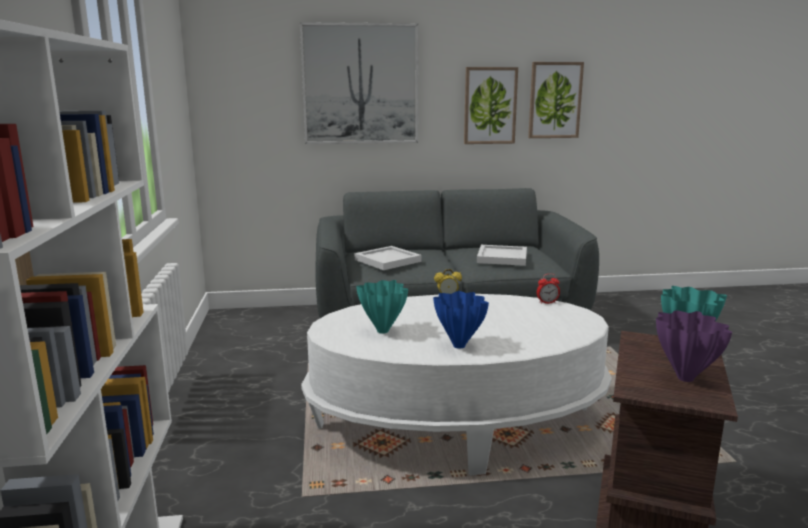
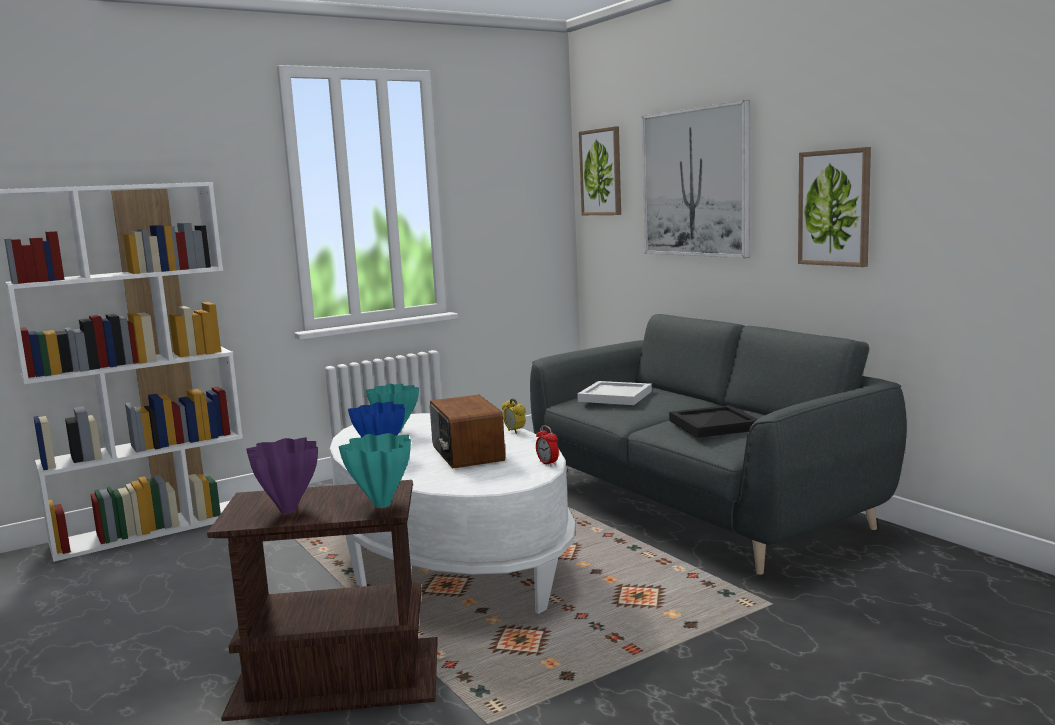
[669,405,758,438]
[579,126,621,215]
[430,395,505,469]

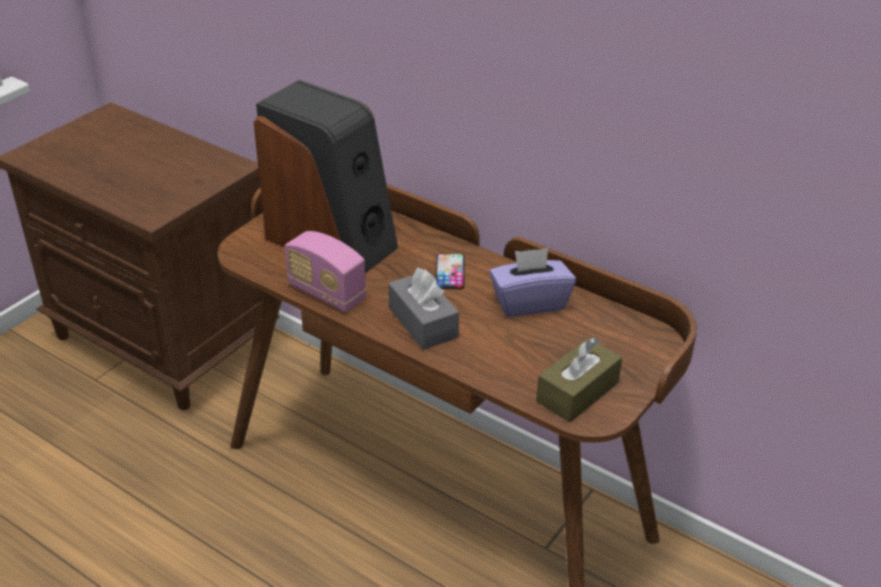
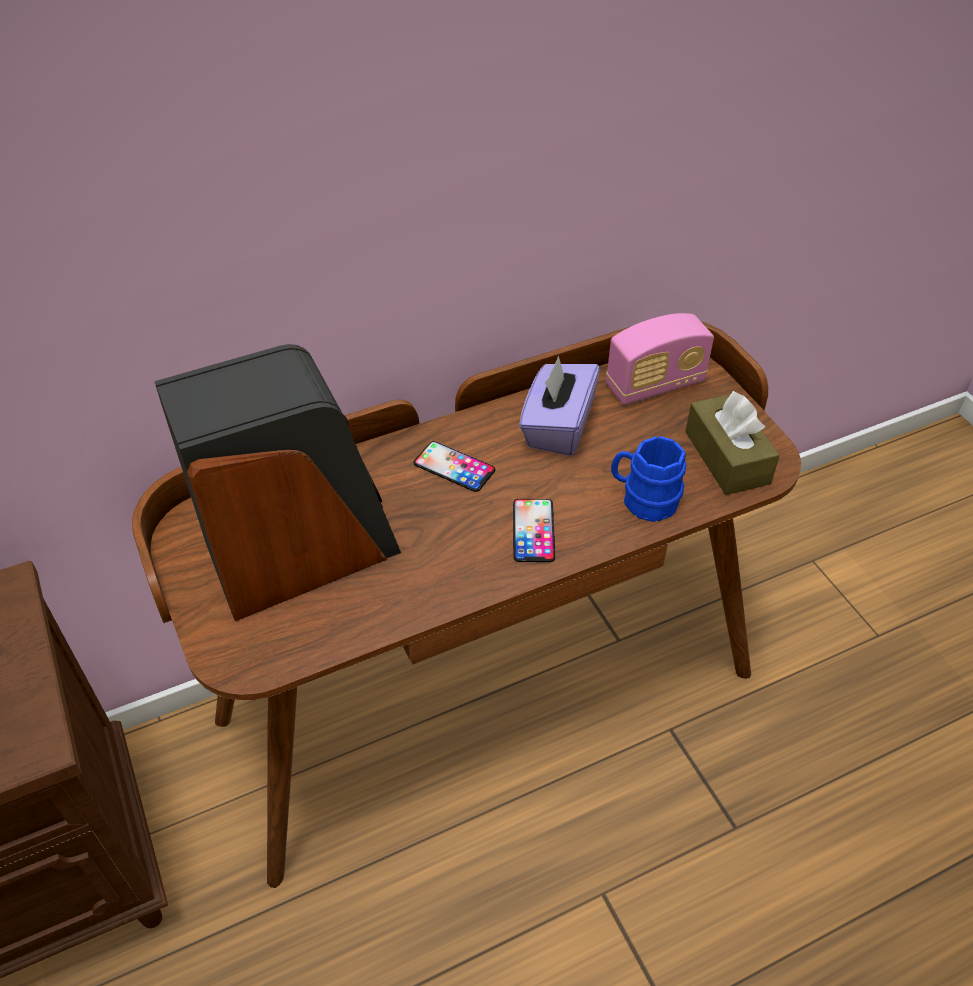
[606,313,714,405]
[513,499,555,562]
[611,436,686,522]

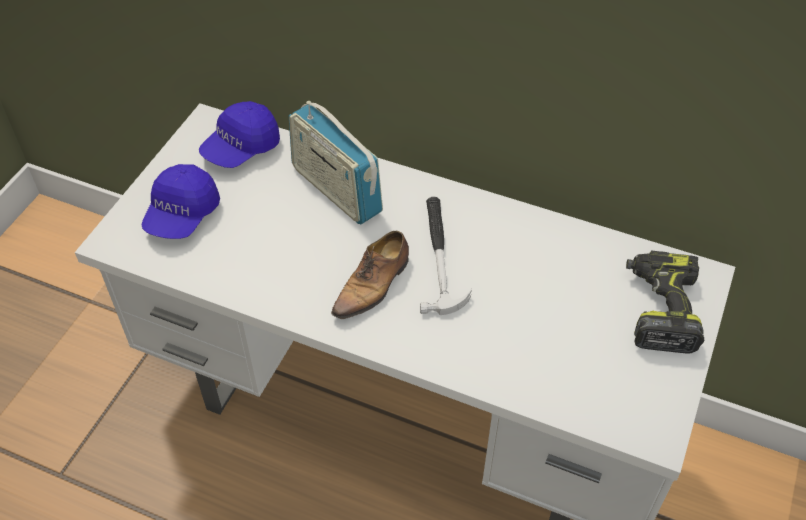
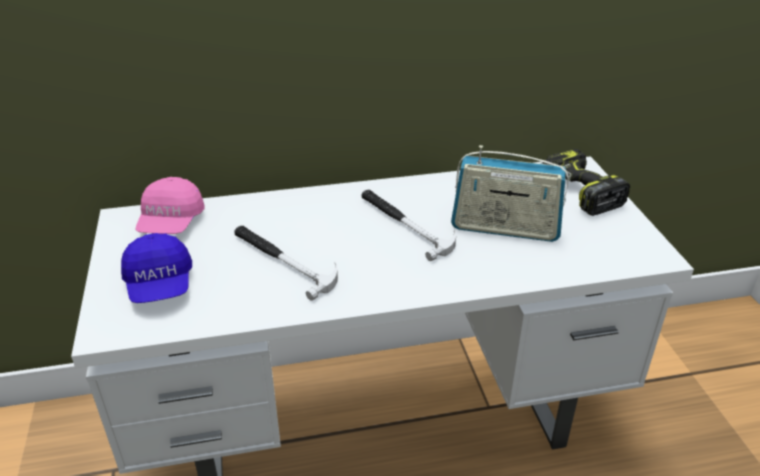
[135,177,205,234]
[451,145,569,242]
[331,231,409,319] (first image)
[234,226,338,301]

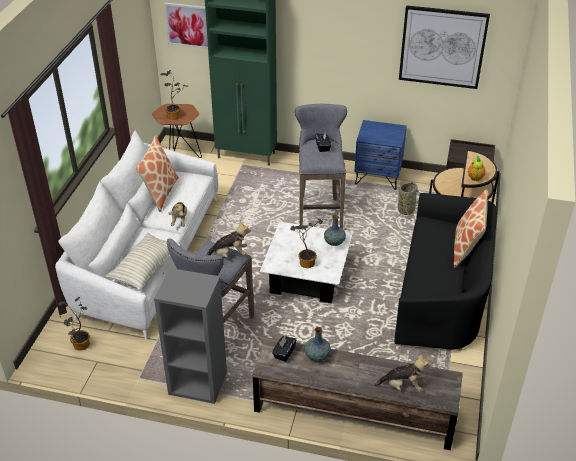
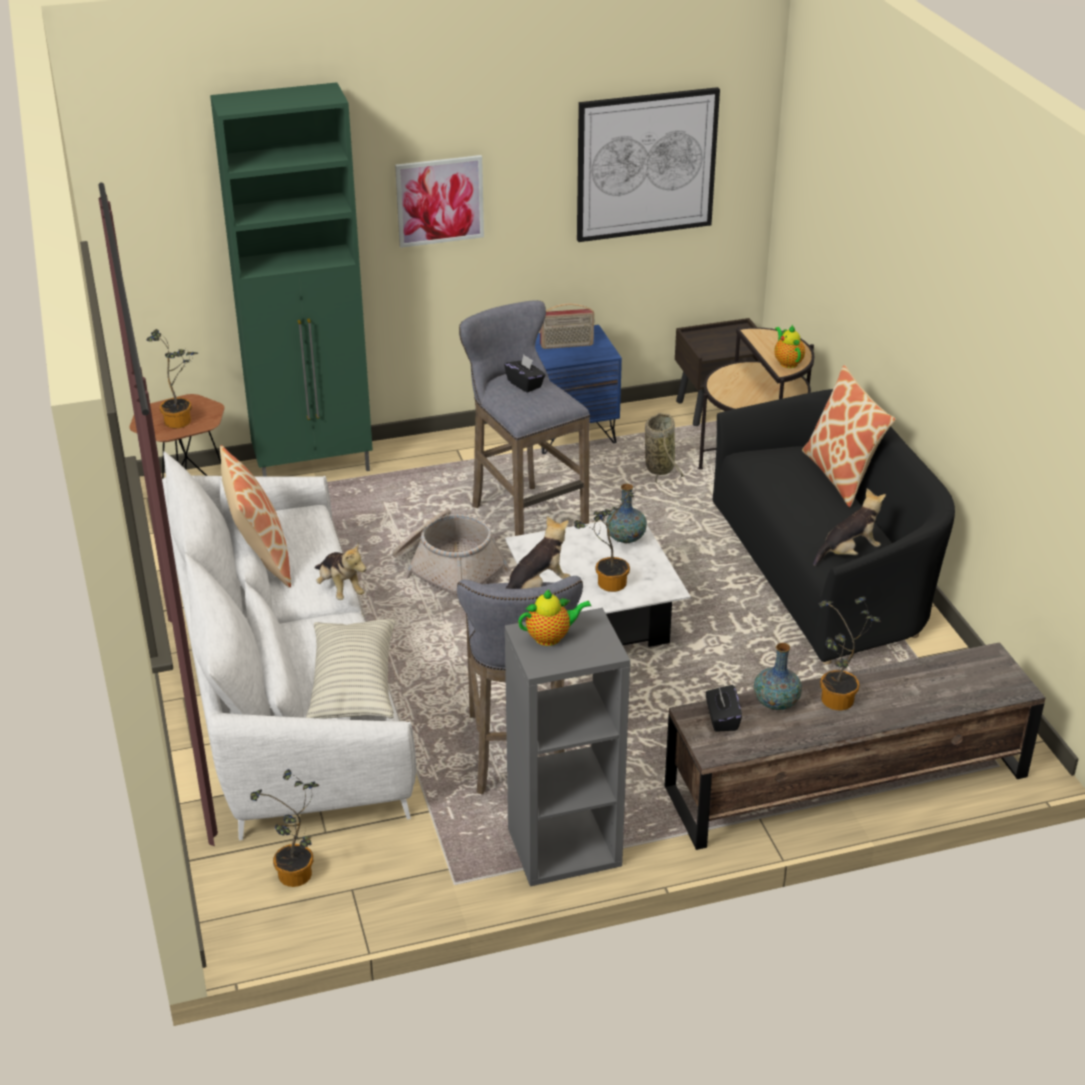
[395,155,484,248]
[813,488,886,566]
[392,509,510,605]
[518,589,591,646]
[540,303,594,349]
[819,597,881,710]

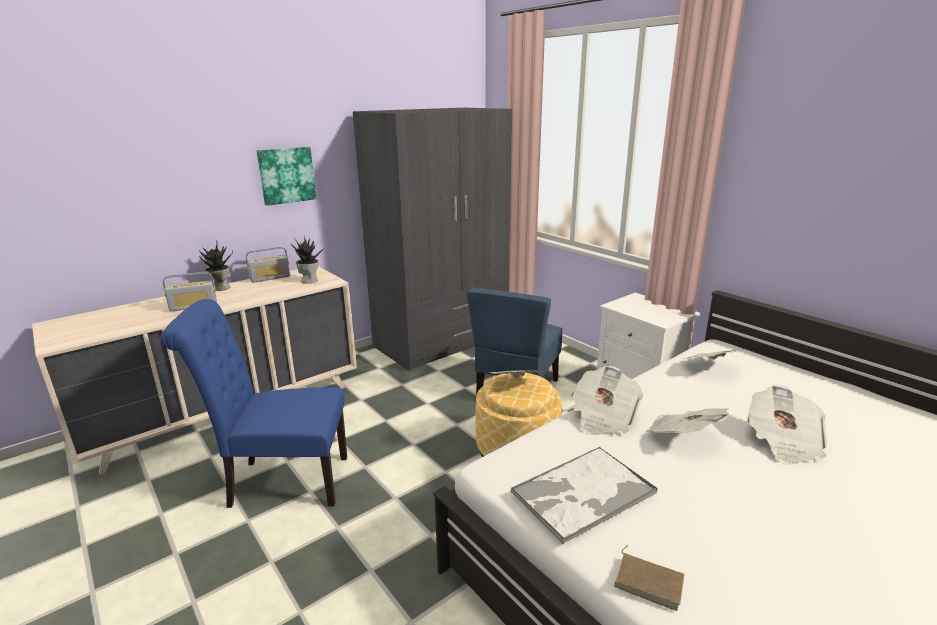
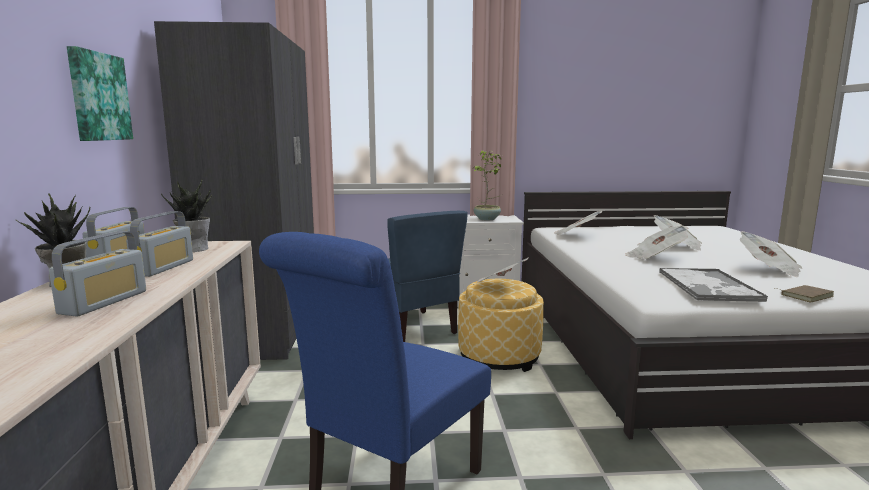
[740,231,802,278]
[126,211,193,277]
[472,151,502,220]

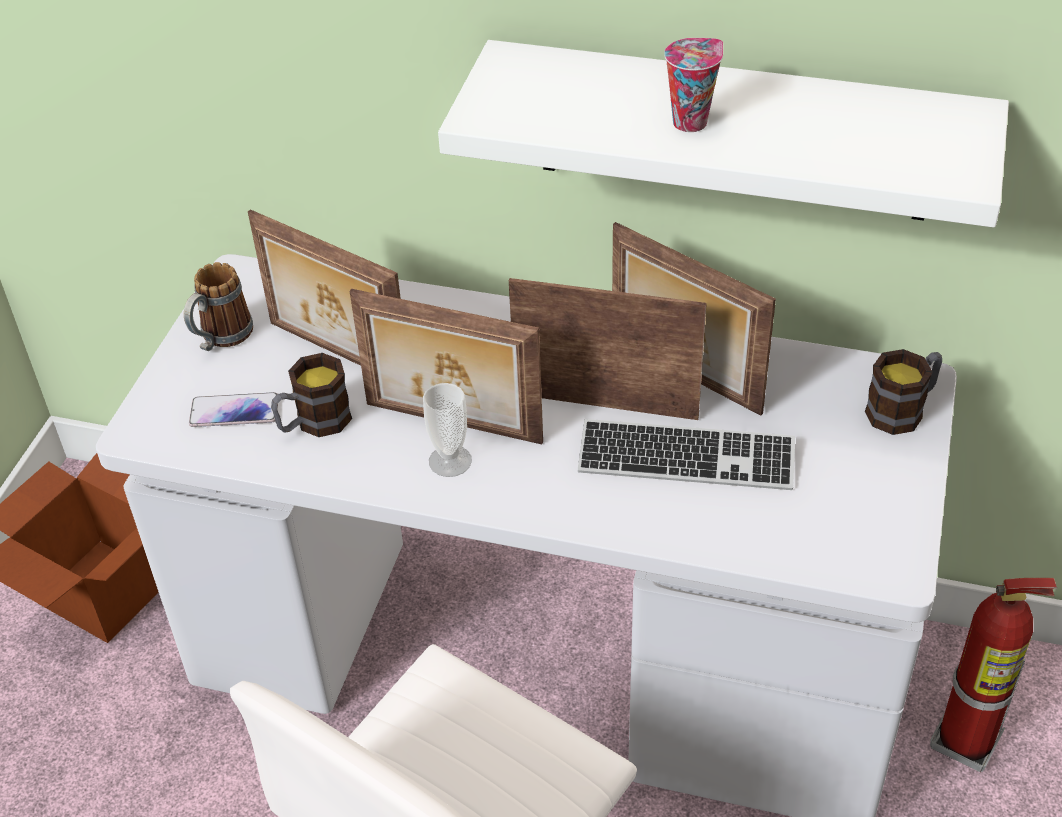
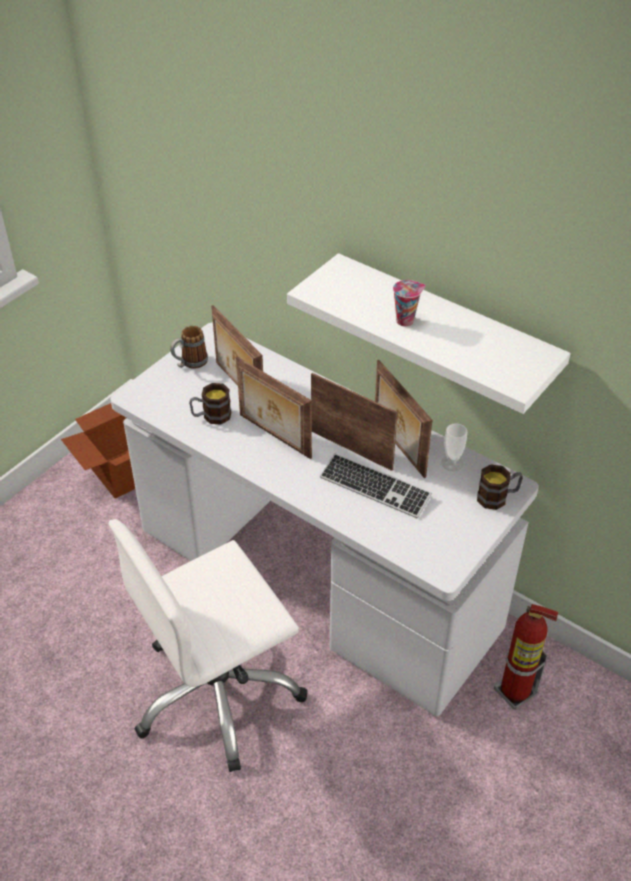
[189,392,278,427] (first image)
[441,423,467,471]

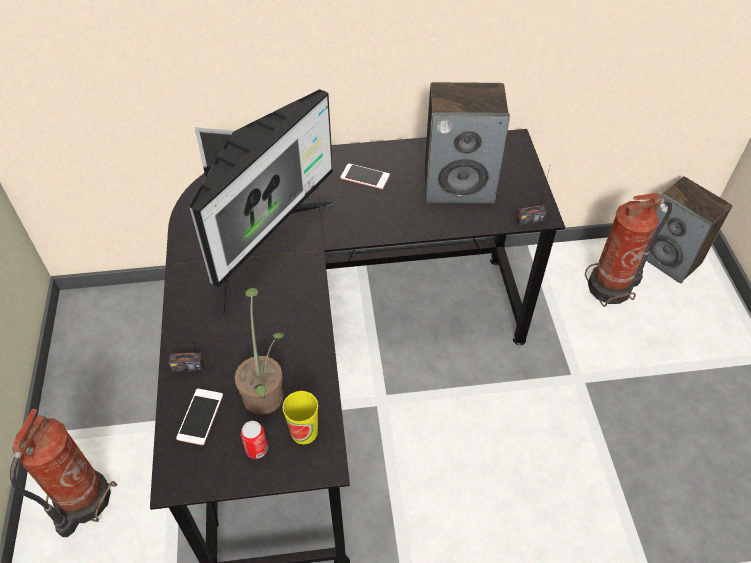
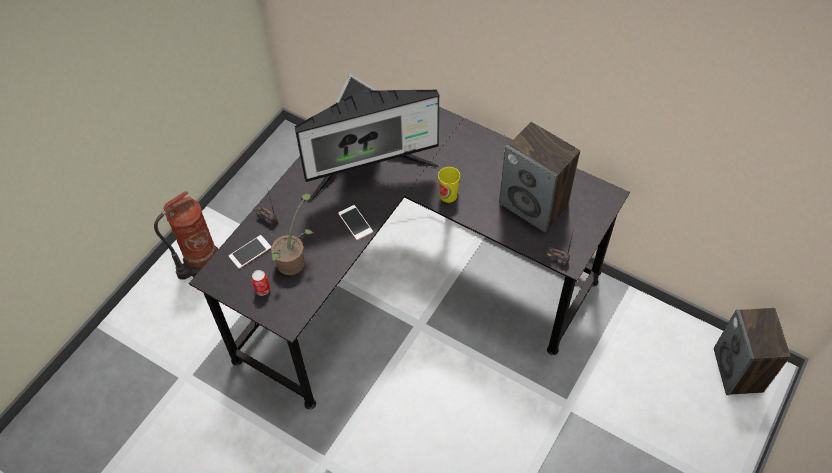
[438,167,460,203]
[338,205,373,240]
[585,193,672,307] (first image)

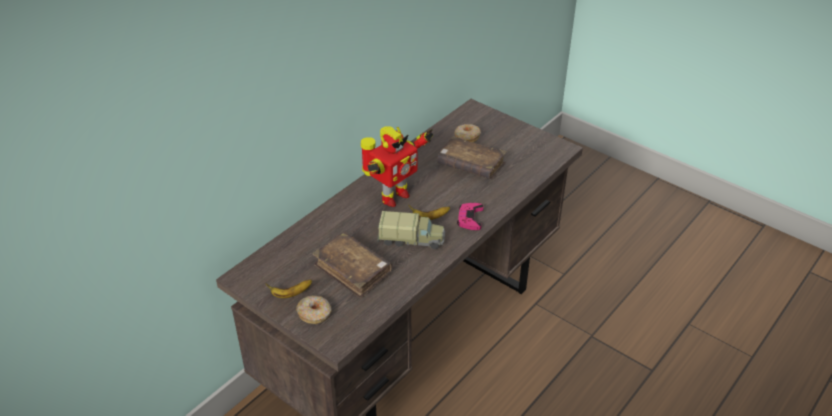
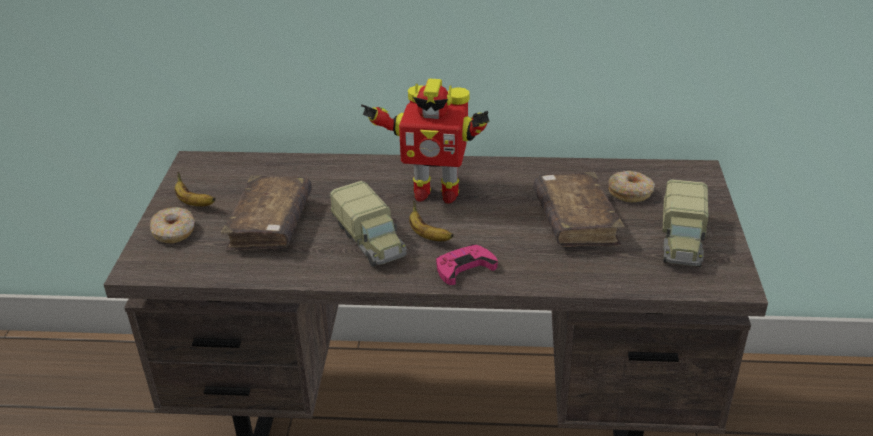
[662,179,709,267]

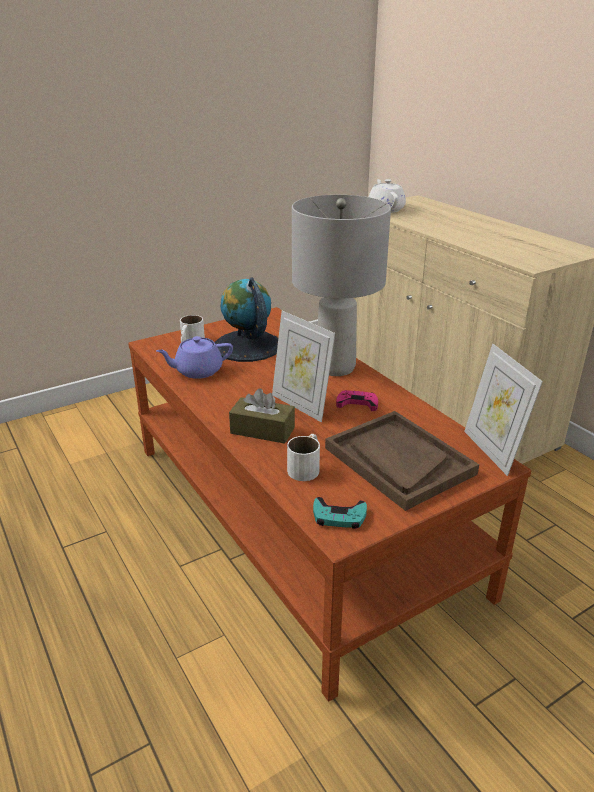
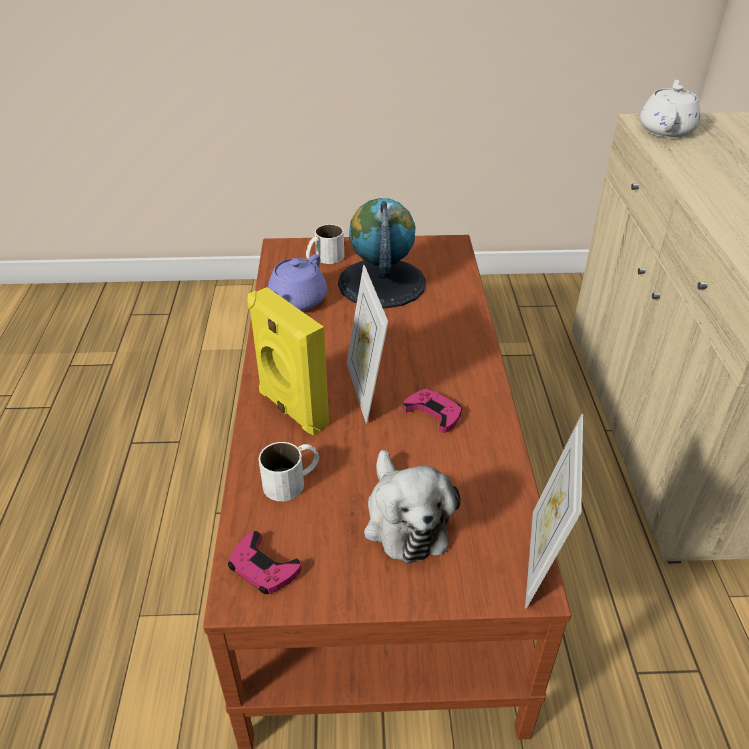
[268,254,327,311]
[247,287,329,436]
[292,195,391,376] (first image)
[228,531,301,594]
[364,450,460,564]

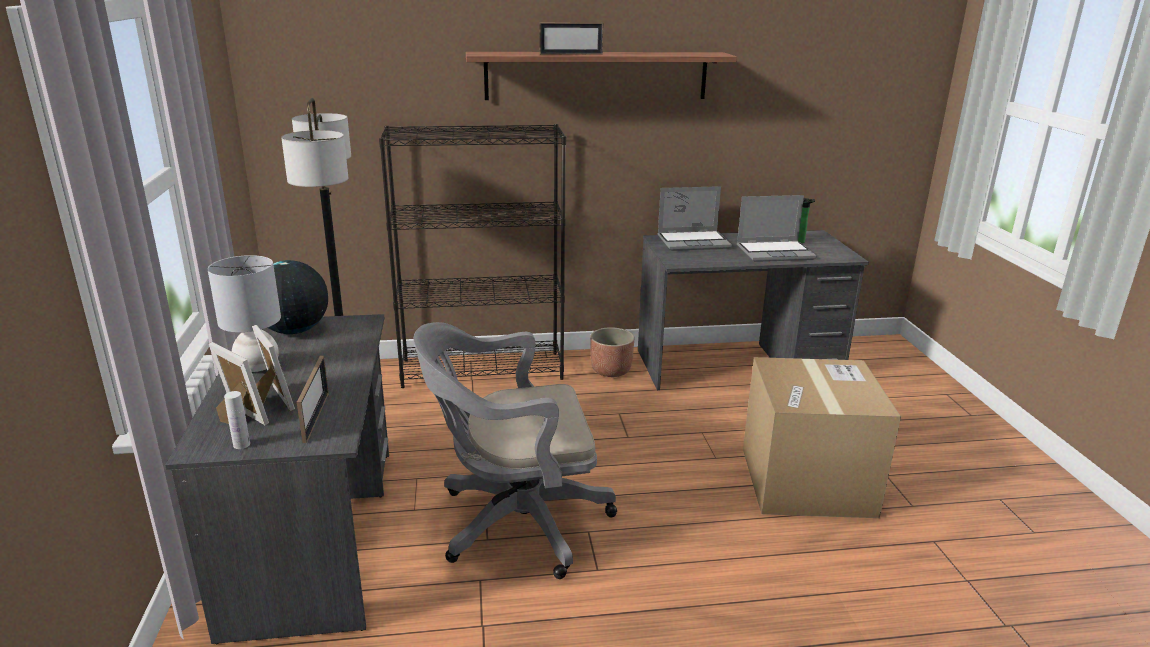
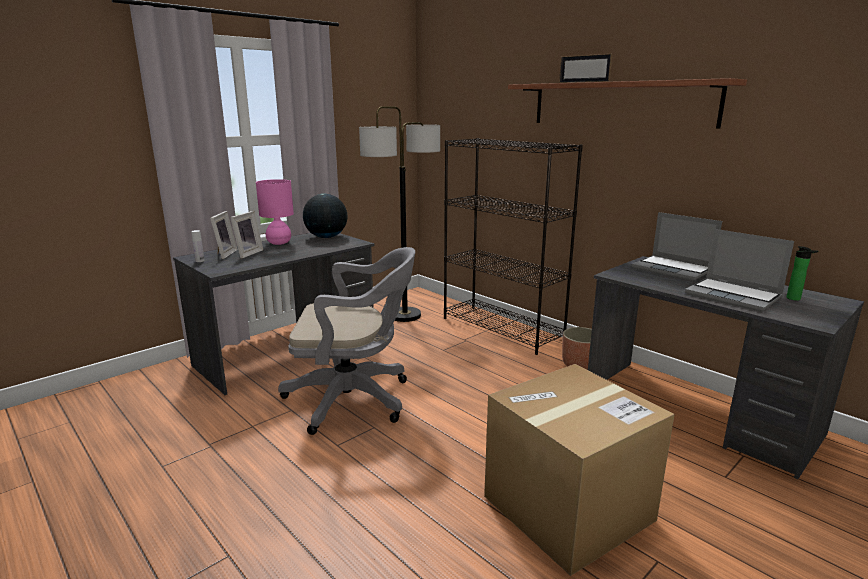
[256,179,294,245]
[297,356,329,443] (first image)
[278,247,415,435]

